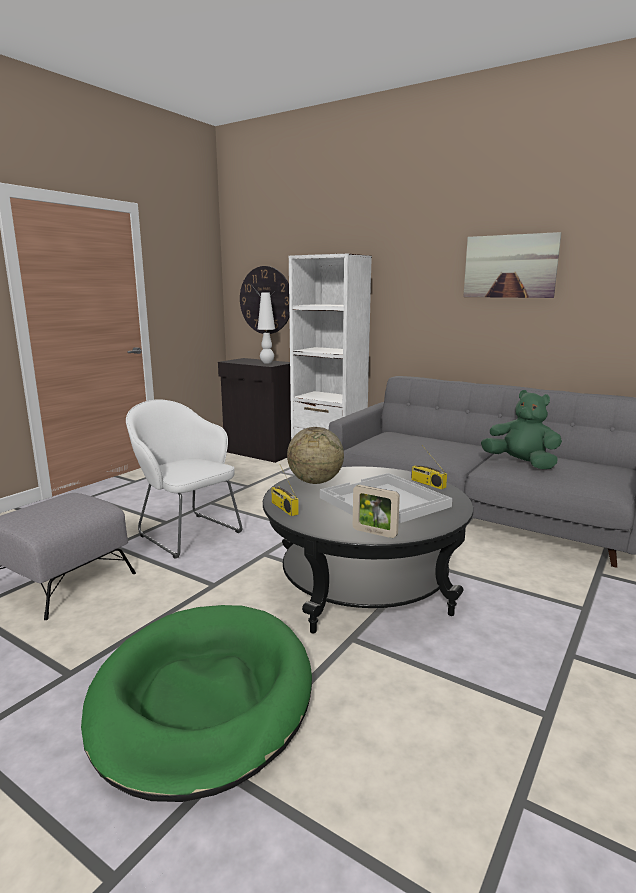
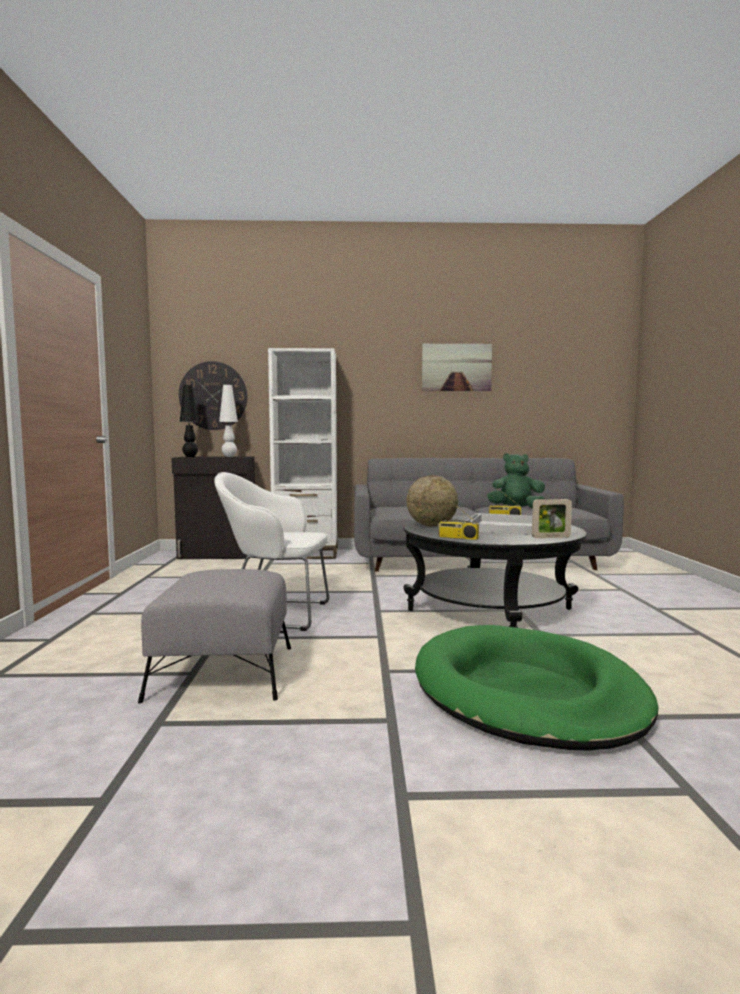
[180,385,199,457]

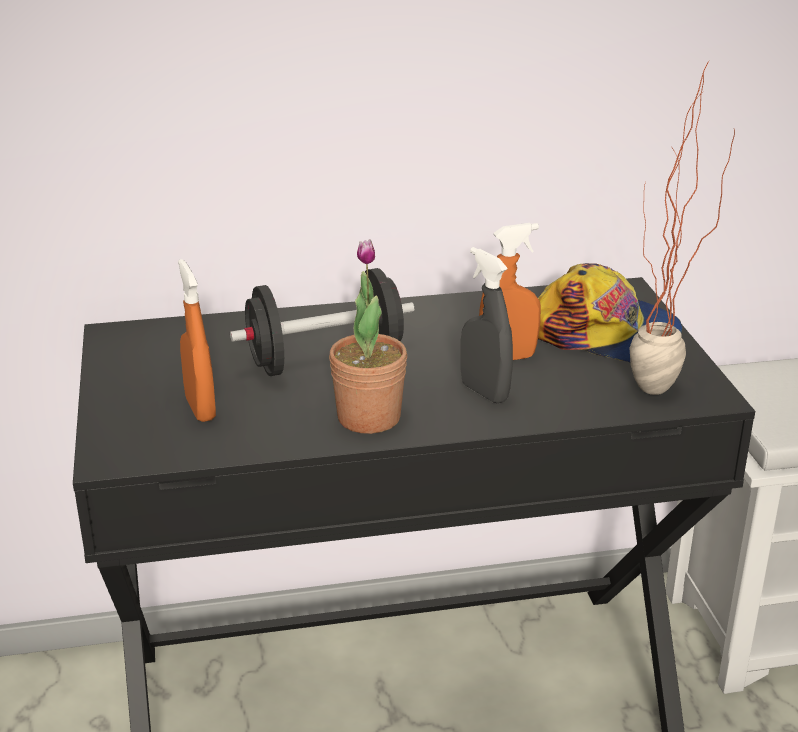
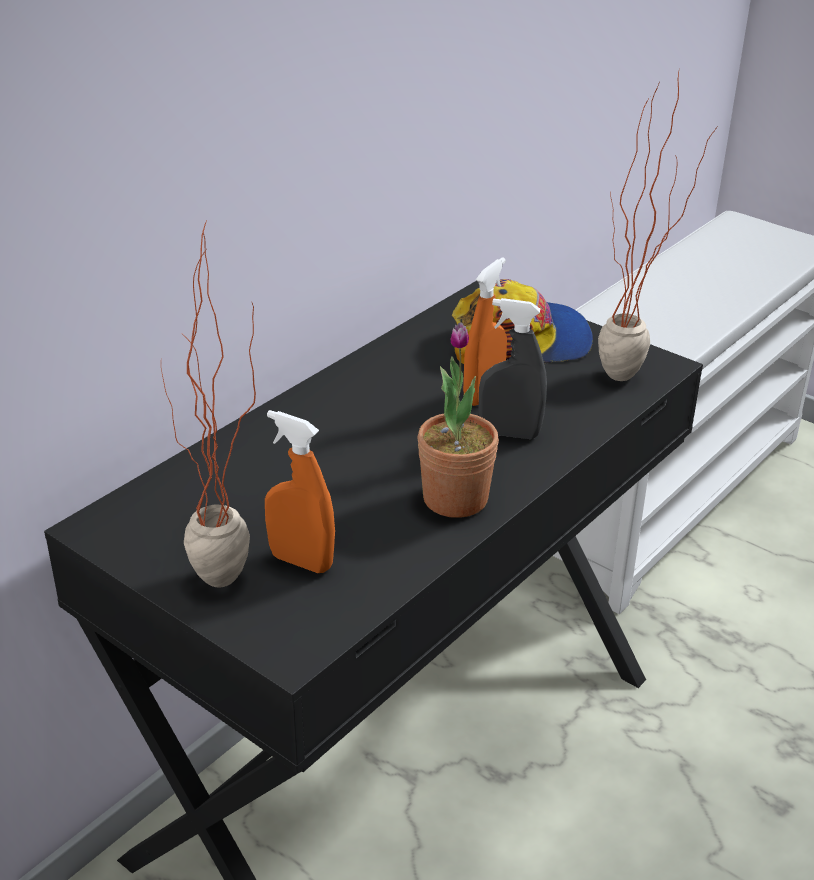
[230,268,414,376] (first image)
[161,221,256,587]

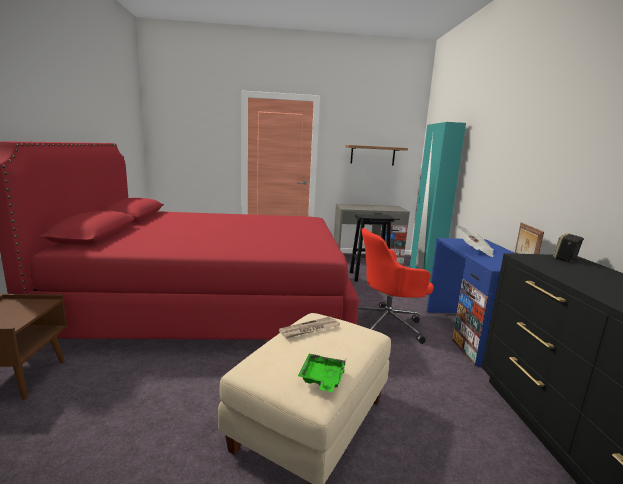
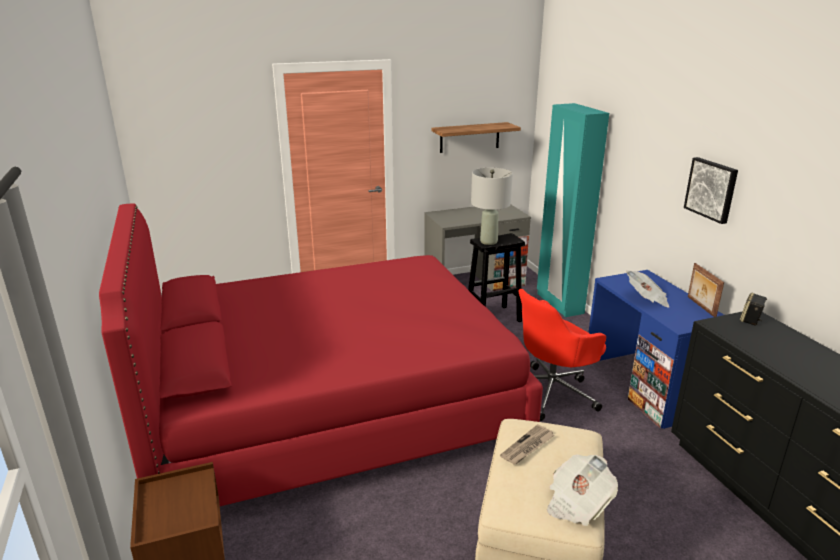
[547,454,618,526]
[471,168,513,245]
[684,157,738,224]

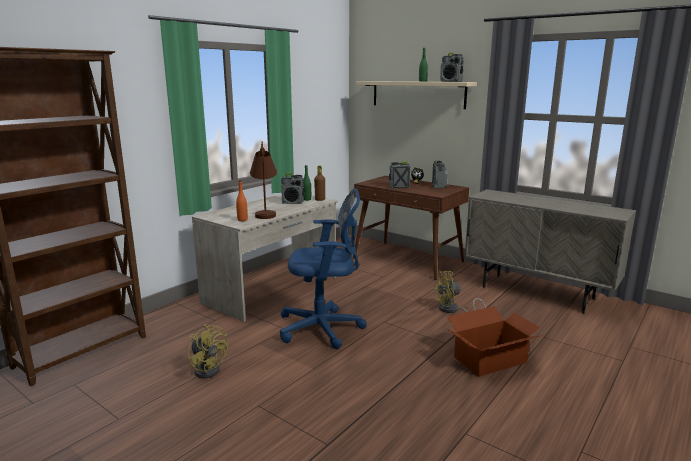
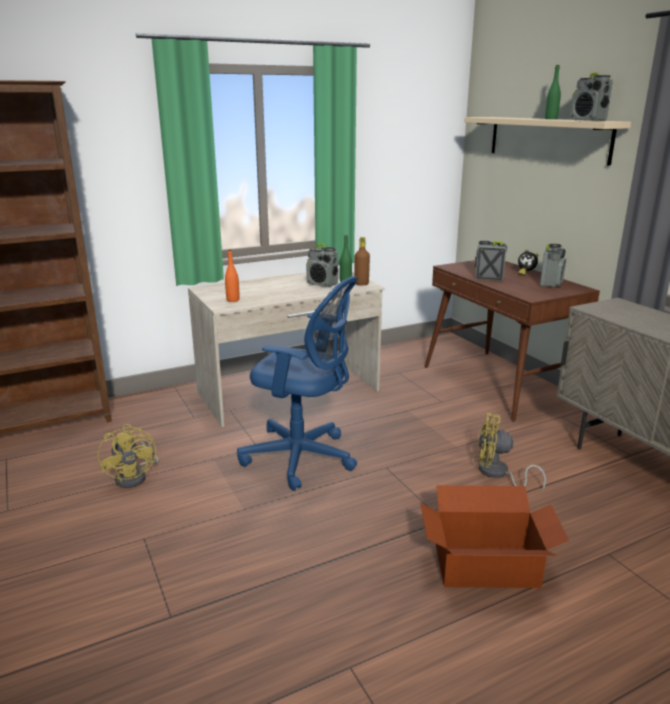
[250,141,277,219] (first image)

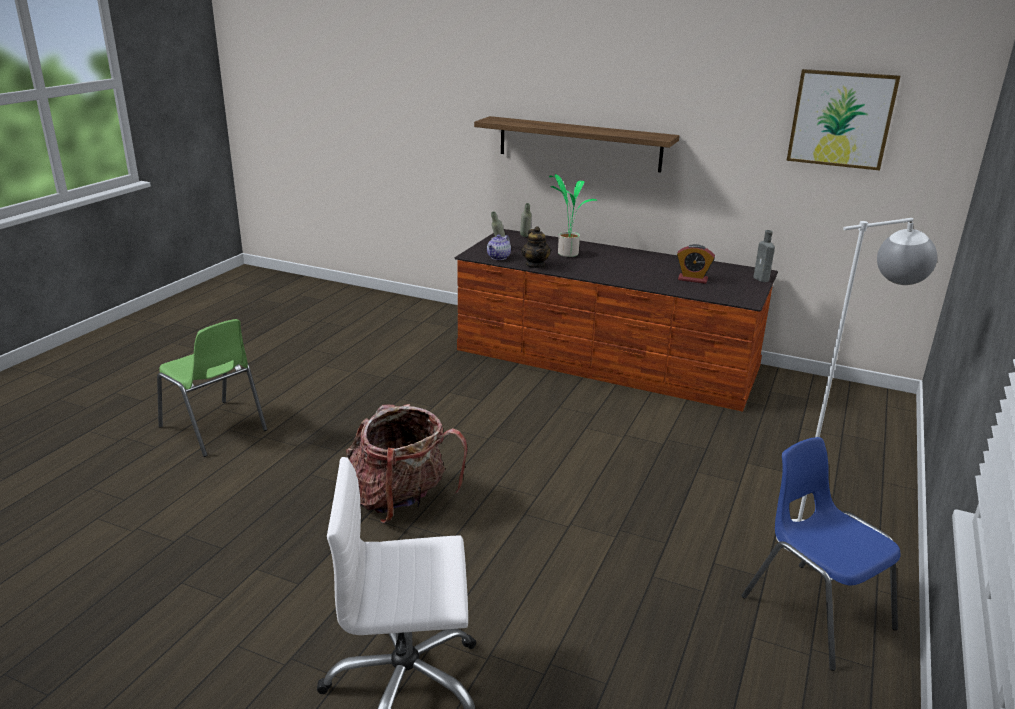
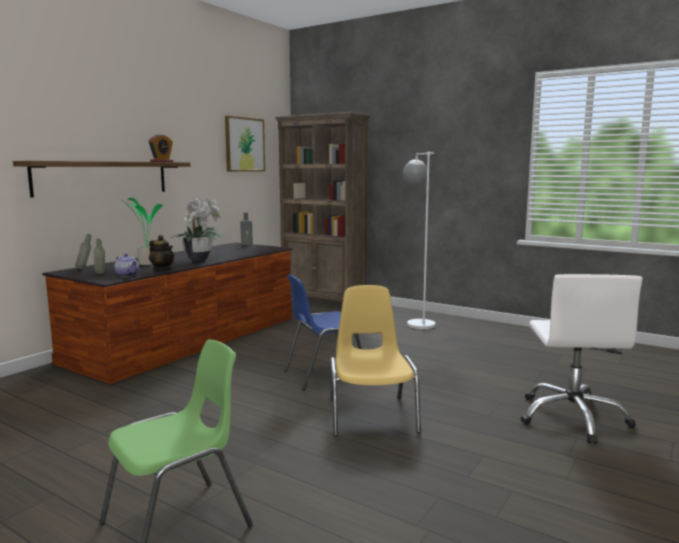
[331,285,421,436]
[149,235,175,271]
[148,134,173,162]
[284,274,362,391]
[171,196,224,262]
[275,112,370,302]

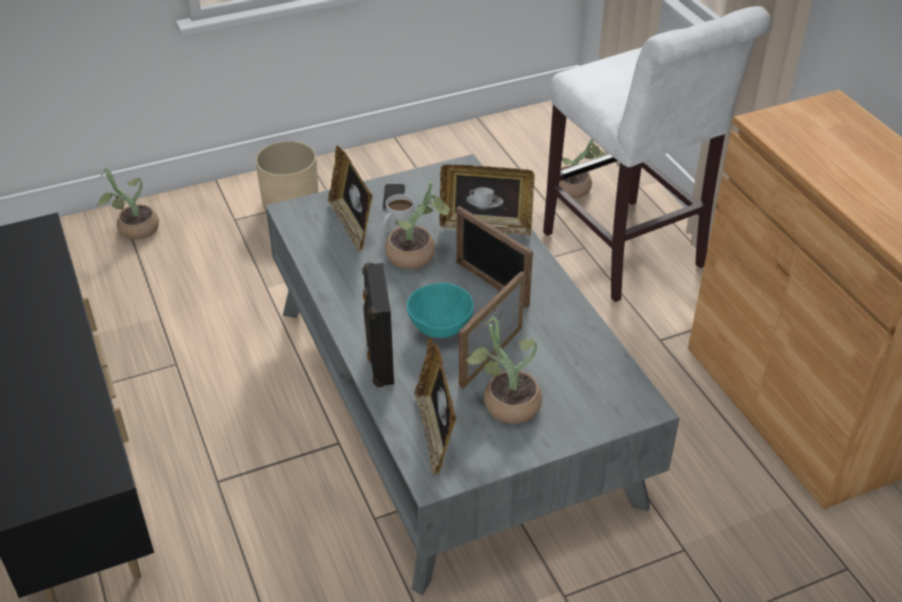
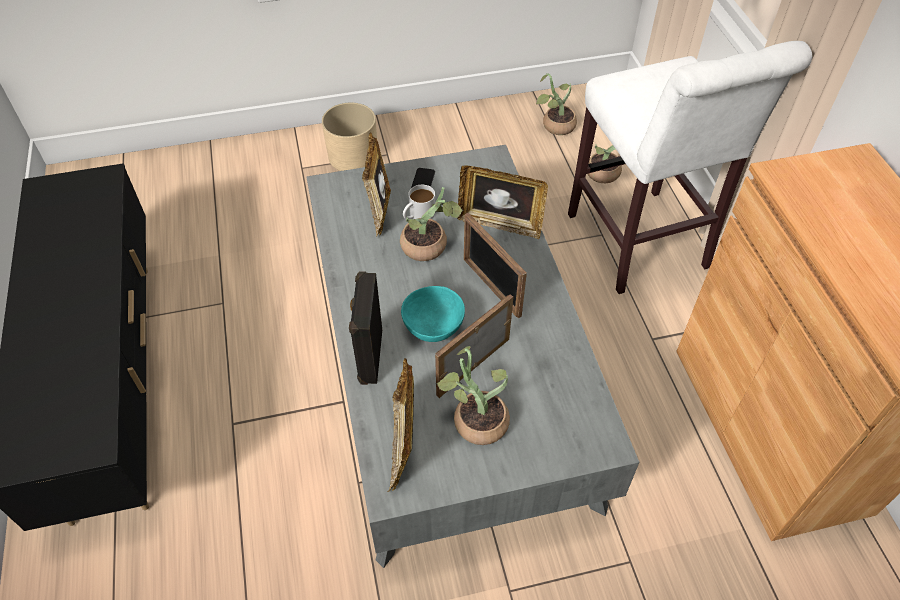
[536,73,577,135]

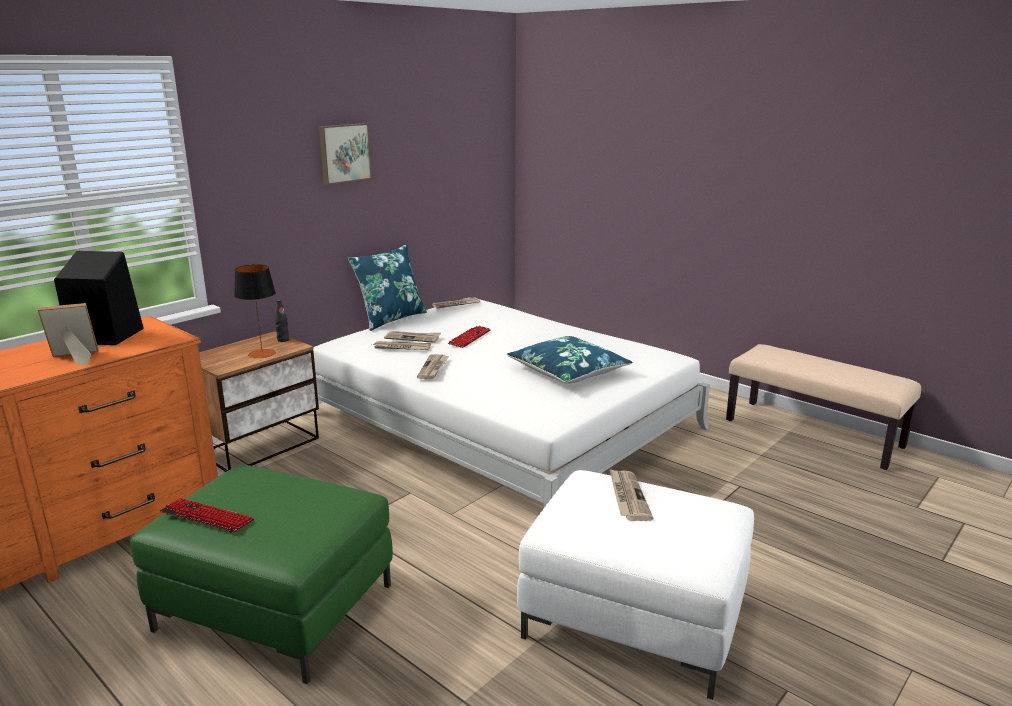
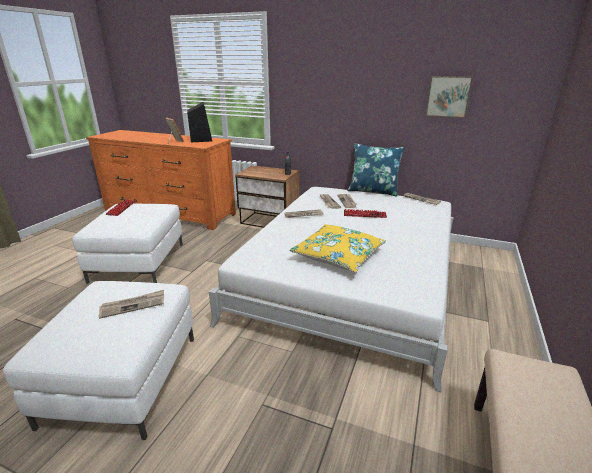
[72,204,183,284]
[234,265,276,358] (first image)
[425,76,473,118]
[289,224,386,273]

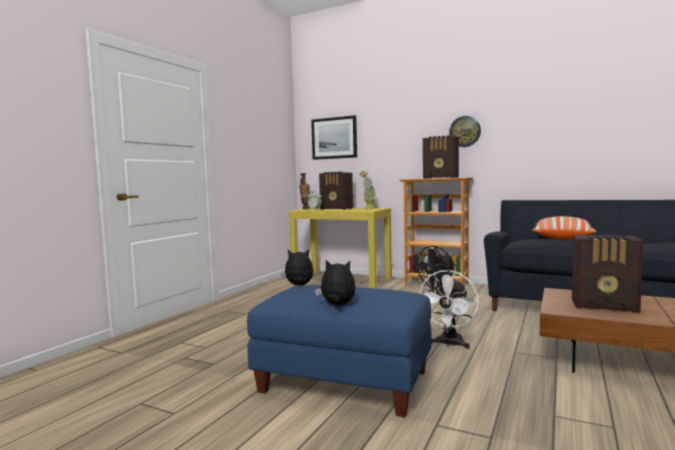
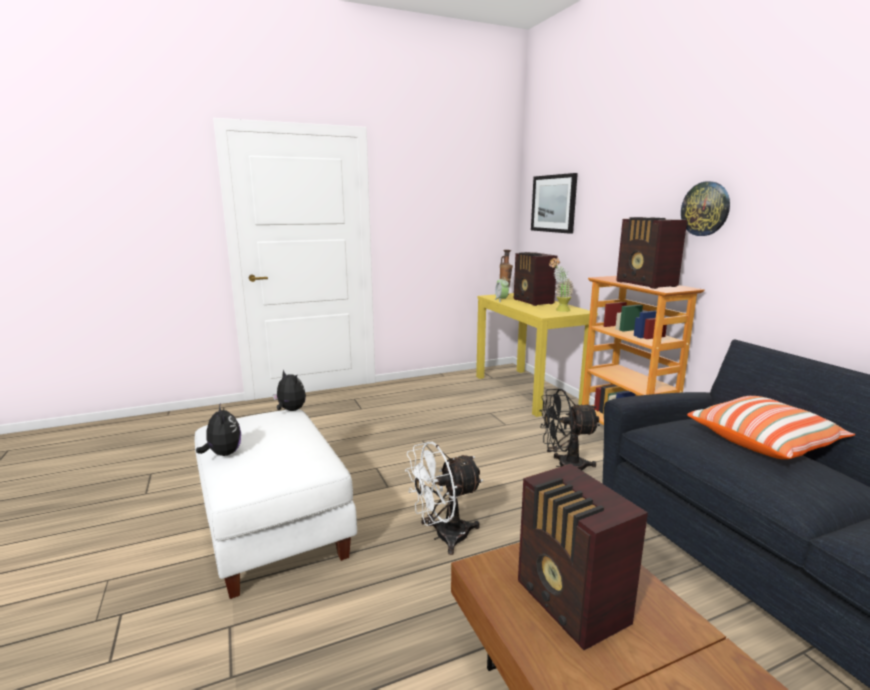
[195,409,357,599]

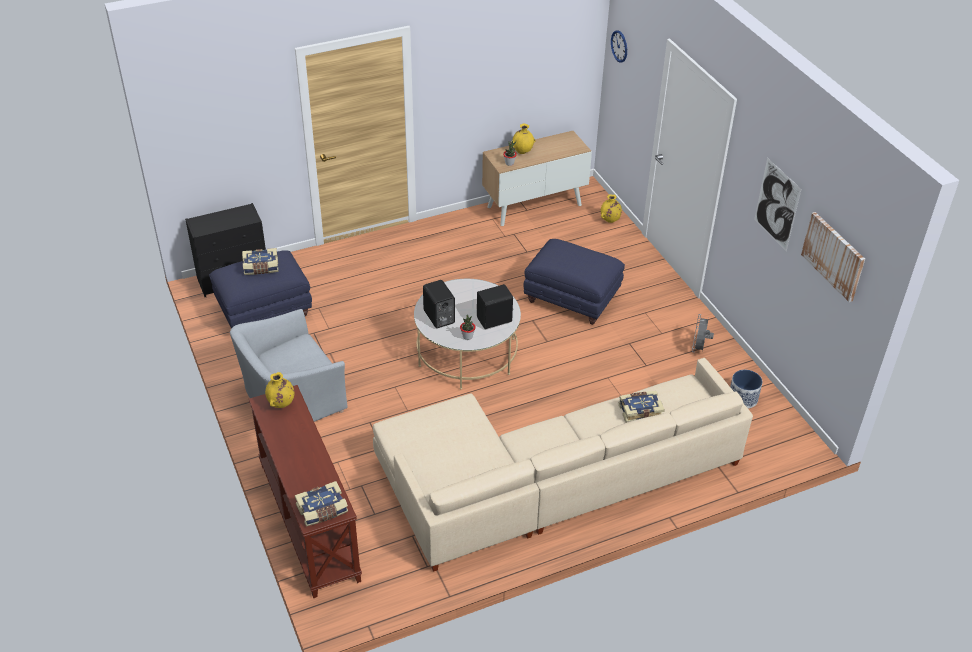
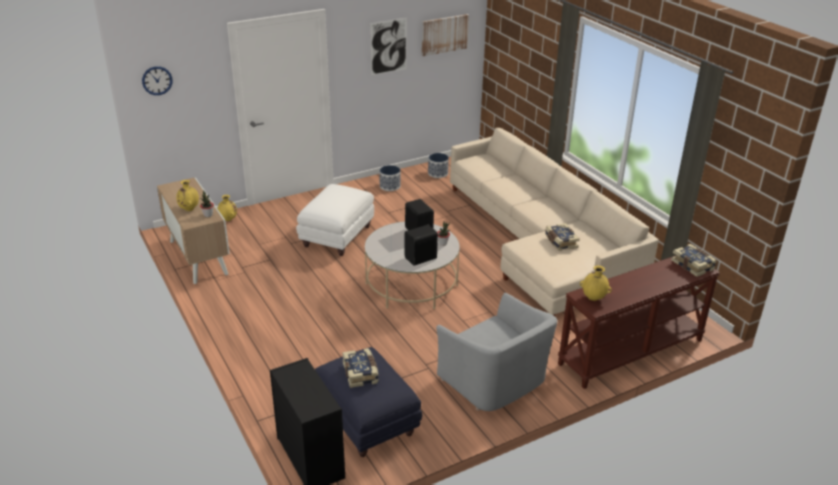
[296,184,374,256]
[545,223,580,251]
[379,165,400,191]

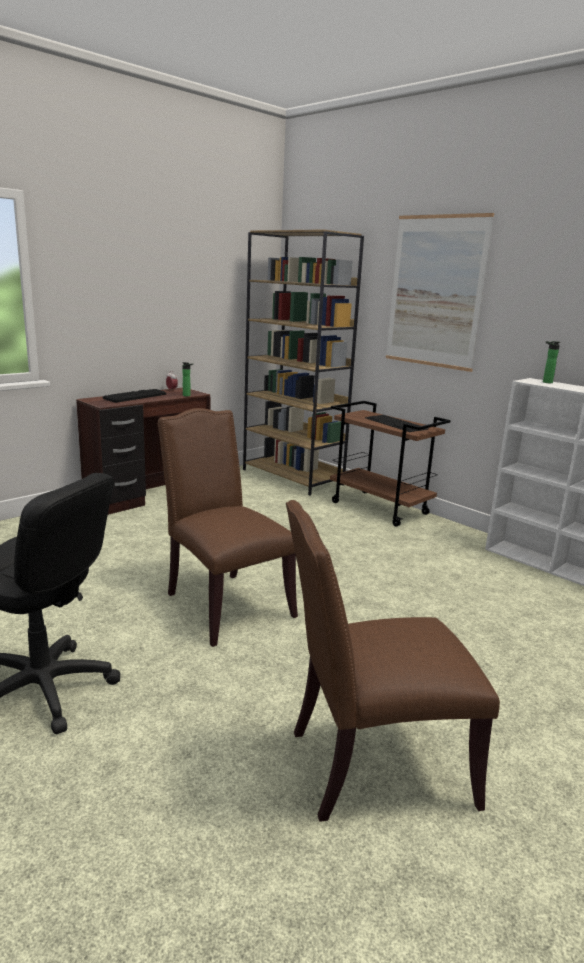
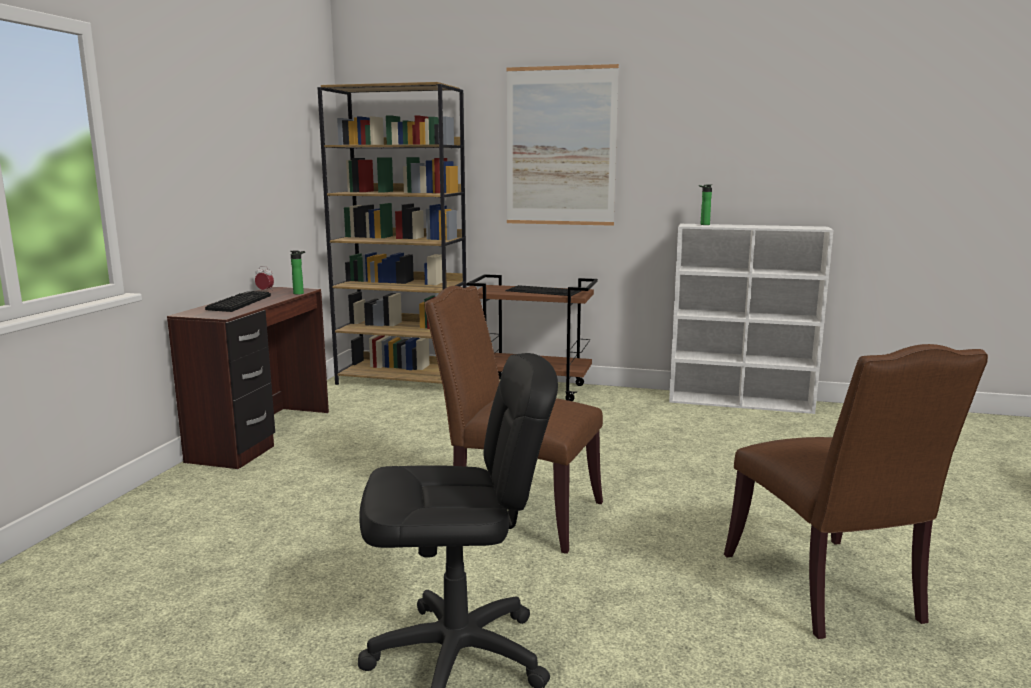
[724,344,988,639]

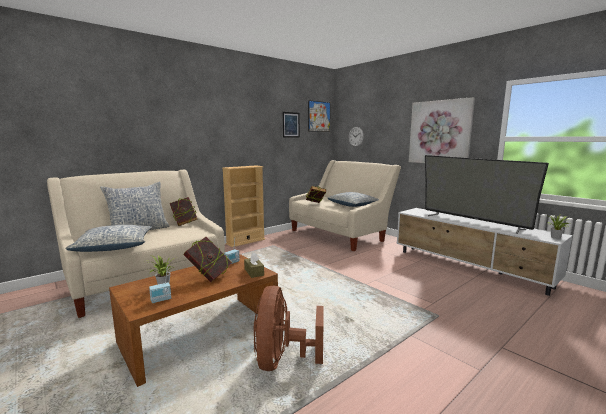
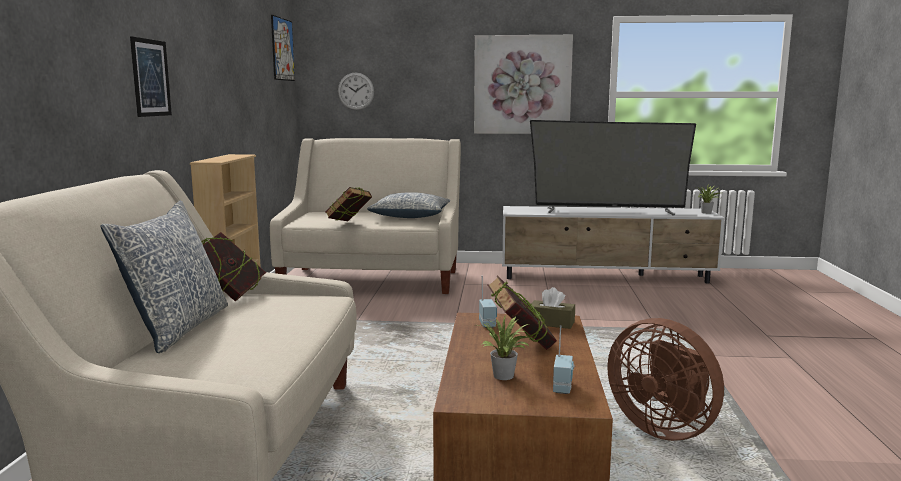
[66,225,152,252] (first image)
[130,36,172,117]

